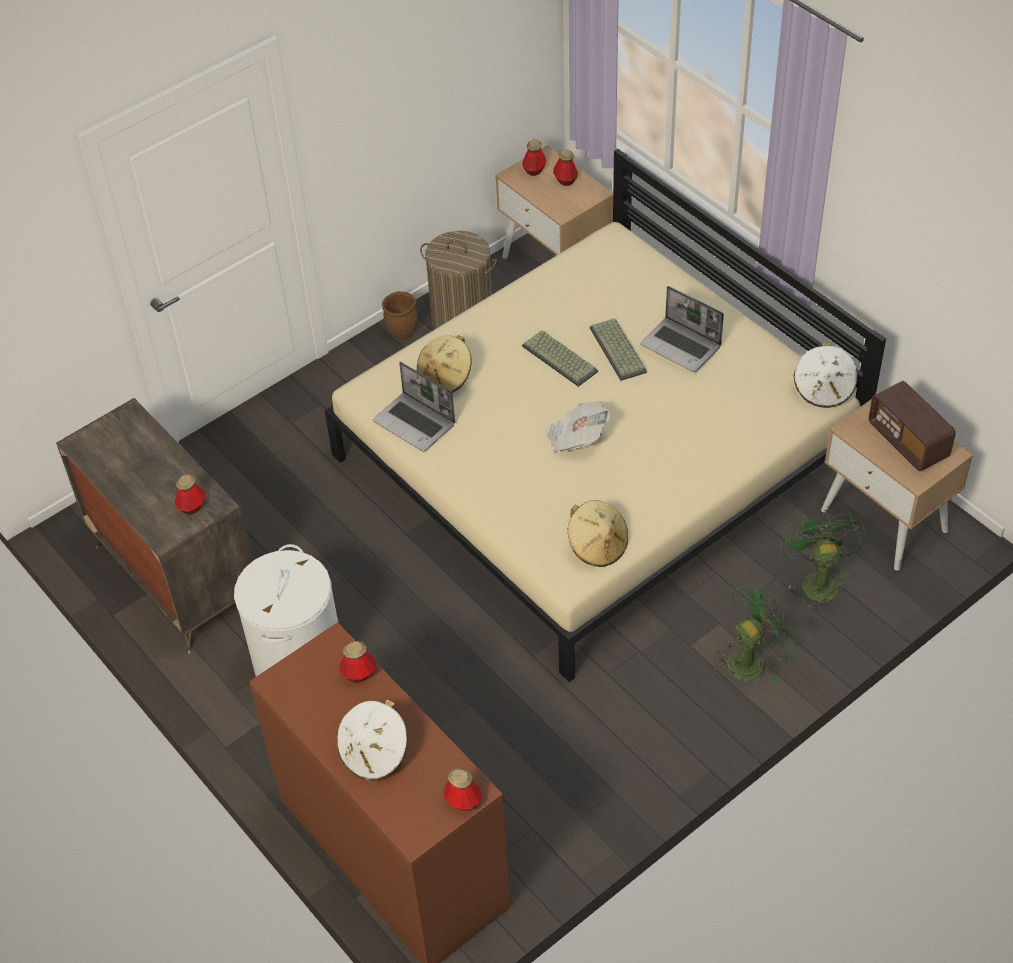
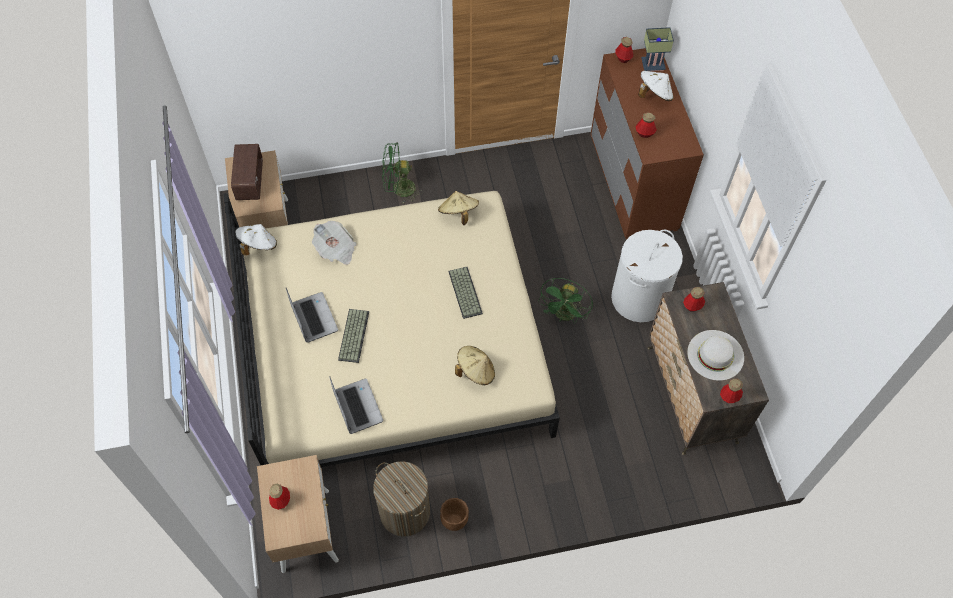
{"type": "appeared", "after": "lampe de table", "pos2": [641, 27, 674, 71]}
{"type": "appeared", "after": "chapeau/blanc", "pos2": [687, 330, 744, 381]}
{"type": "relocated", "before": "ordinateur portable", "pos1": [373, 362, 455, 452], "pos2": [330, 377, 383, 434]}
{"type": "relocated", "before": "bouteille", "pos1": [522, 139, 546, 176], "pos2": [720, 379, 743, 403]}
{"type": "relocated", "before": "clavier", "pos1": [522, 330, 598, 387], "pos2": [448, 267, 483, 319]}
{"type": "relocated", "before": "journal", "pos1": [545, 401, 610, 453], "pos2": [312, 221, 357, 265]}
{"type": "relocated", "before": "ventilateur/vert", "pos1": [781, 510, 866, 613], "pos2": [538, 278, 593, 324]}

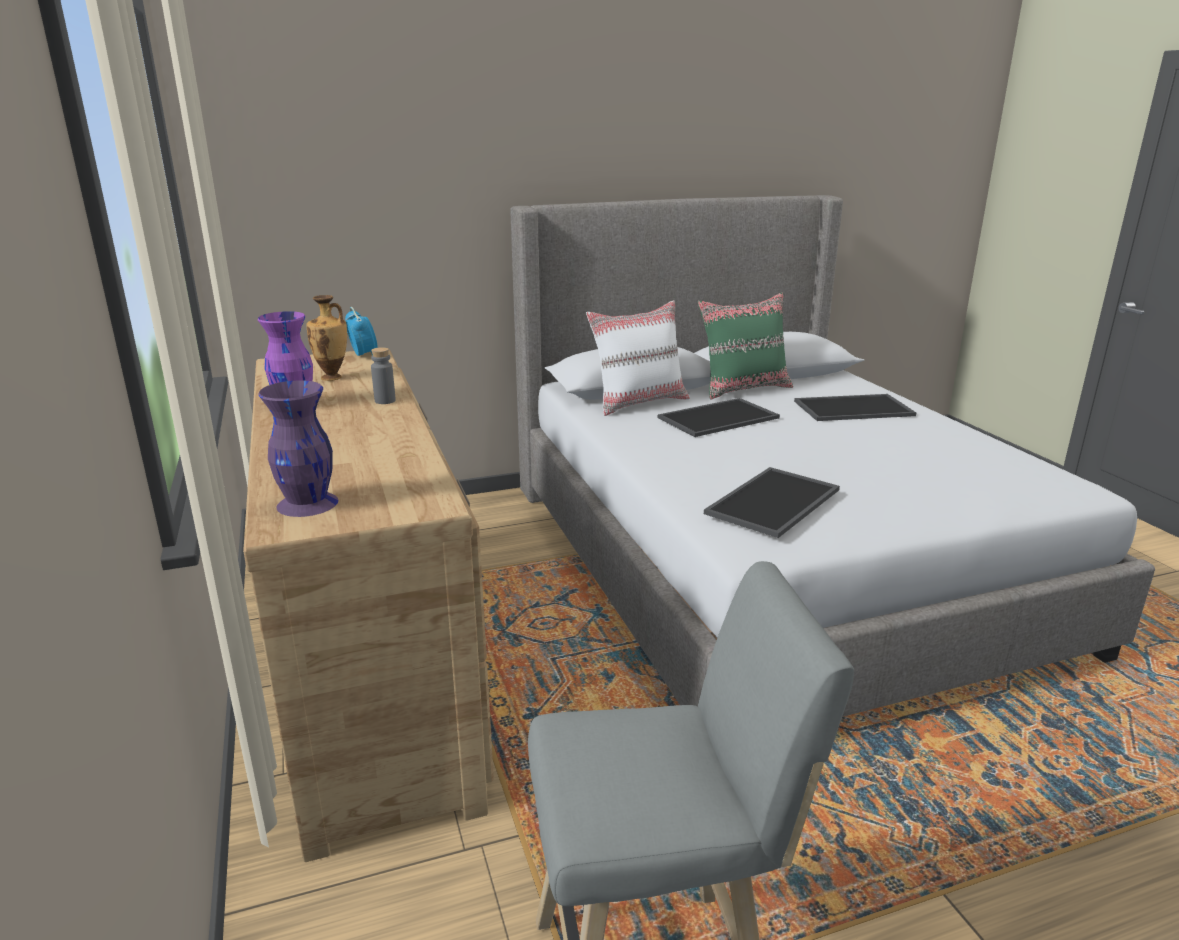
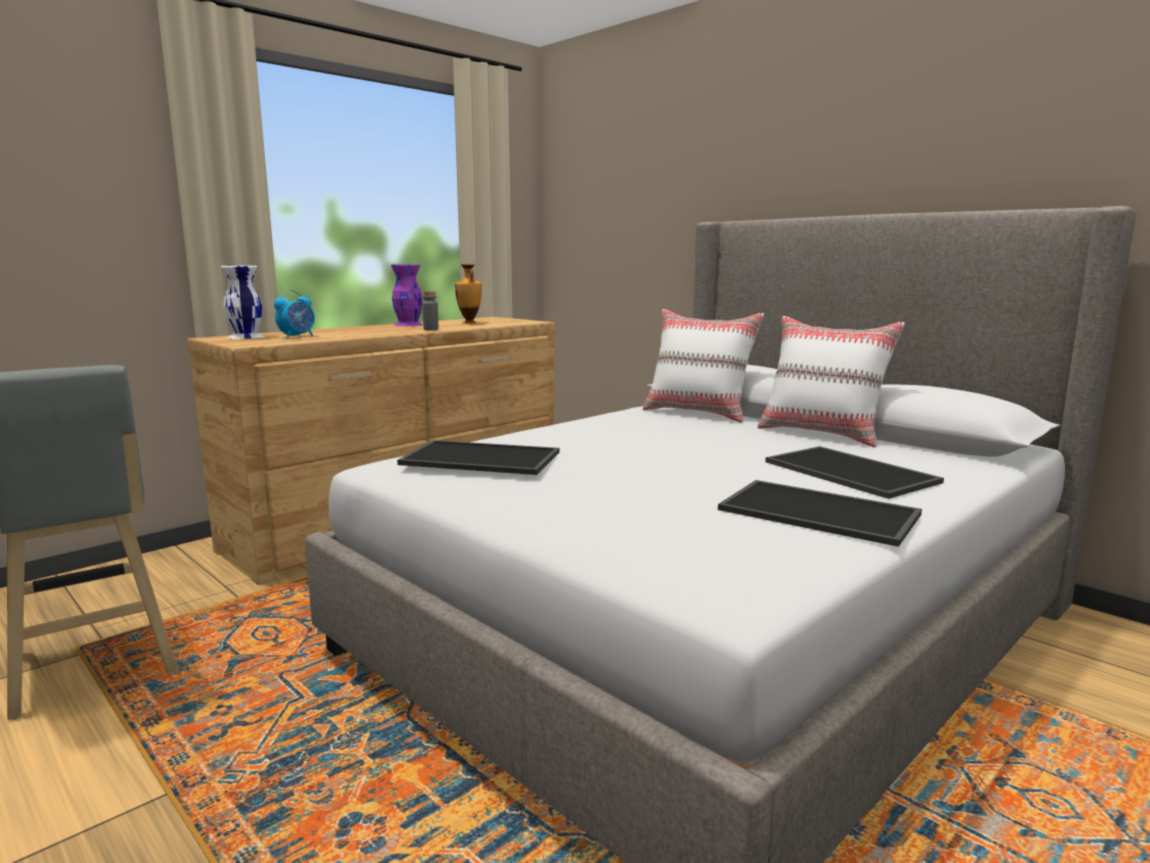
{"type": "relocated", "before": "réveil", "pos1": [345, 307, 377, 356], "pos2": [274, 290, 315, 339]}
{"type": "relocated", "before": "plateau", "pos1": [658, 398, 780, 437], "pos2": [718, 480, 922, 547]}
{"type": "colour", "before": "vase/violet", "after": "vase/blanc", "pos1": [258, 380, 338, 517], "pos2": [220, 266, 265, 339]}
{"type": "colour", "before": "coussin/vert", "after": "coussin/blanc", "pos1": [698, 292, 793, 400], "pos2": [757, 316, 905, 447]}

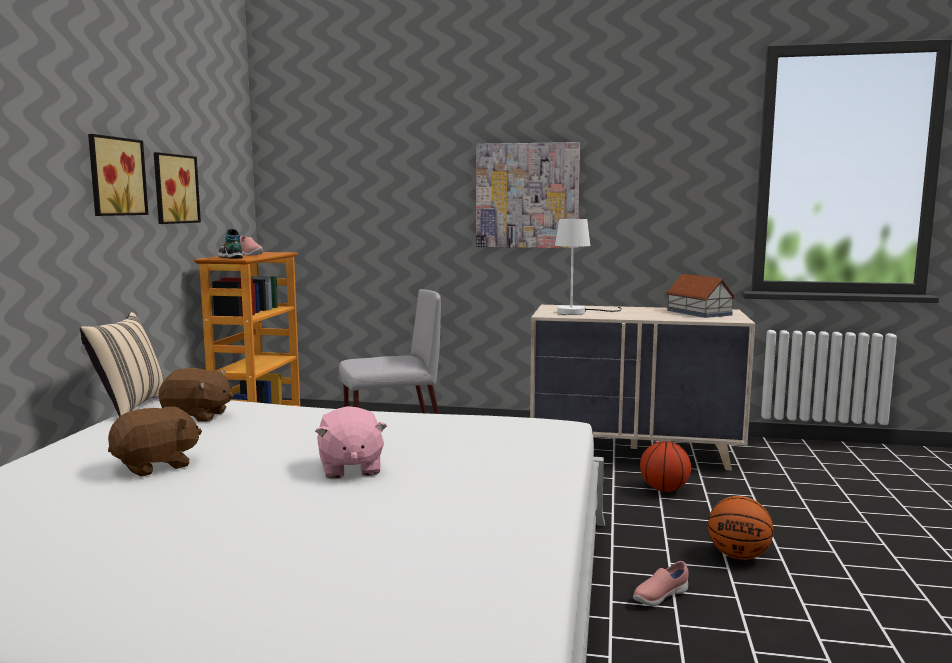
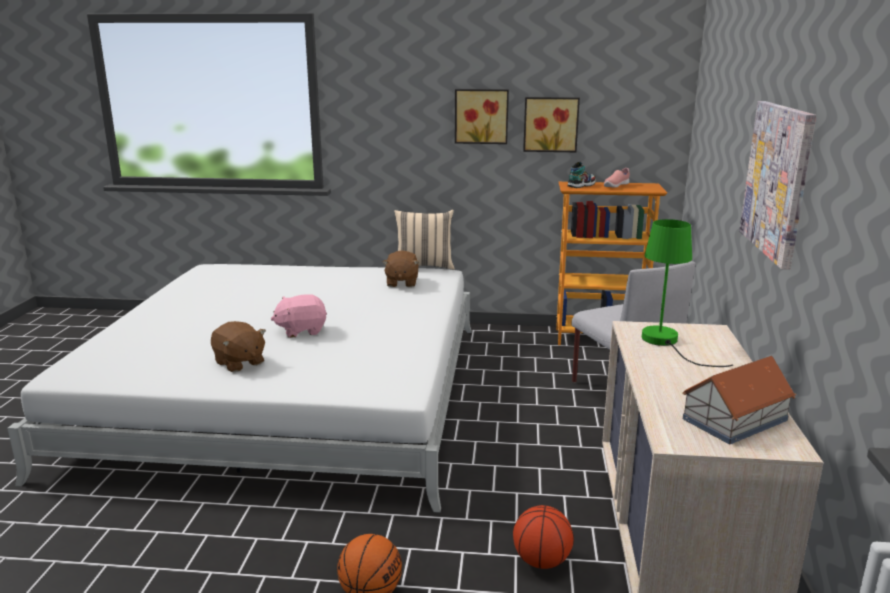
{"type": "missing", "before": "chaussure/rose", "pos1": [633, 561, 689, 606]}
{"type": "relocated", "before": "peluche/marron", "pos1": [108, 406, 202, 477], "pos2": [211, 321, 266, 372]}
{"type": "colour", "before": "lampe de table/blanc", "after": "lampe de table/vert", "pos1": [555, 219, 622, 315], "pos2": [642, 219, 733, 367]}

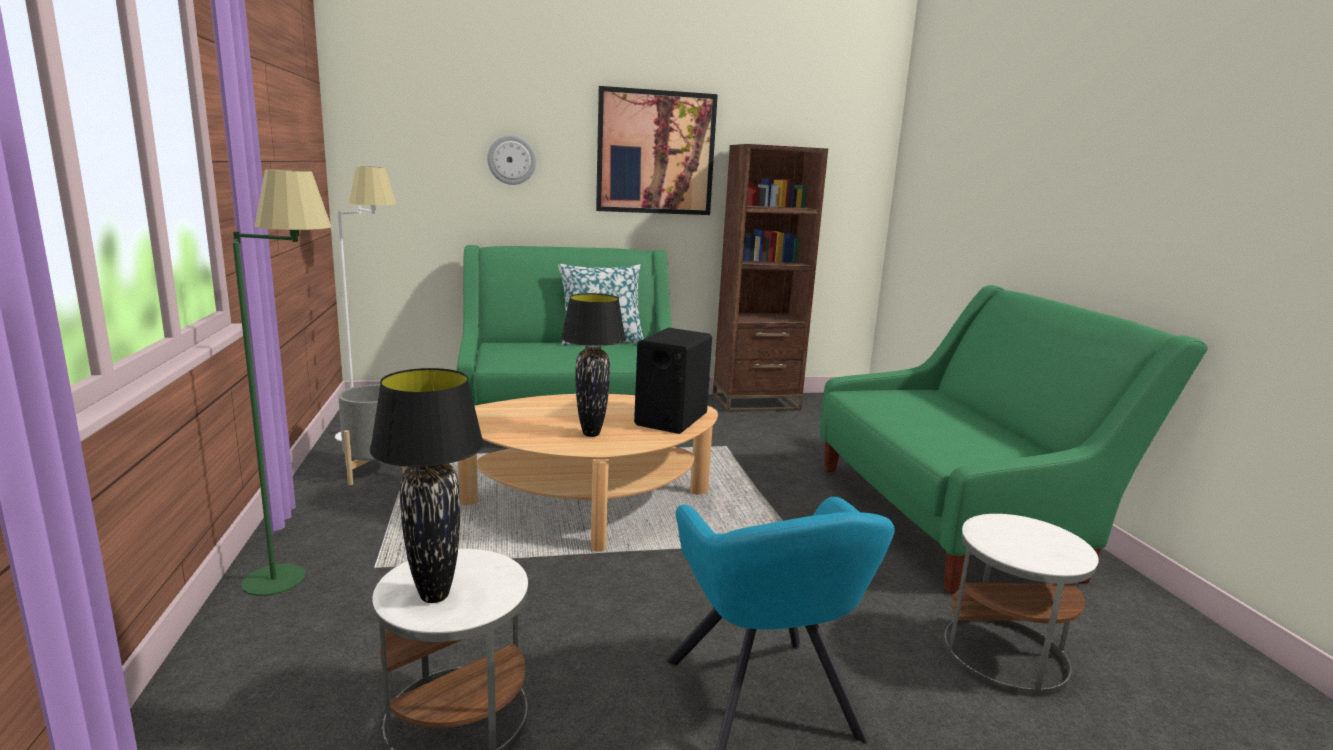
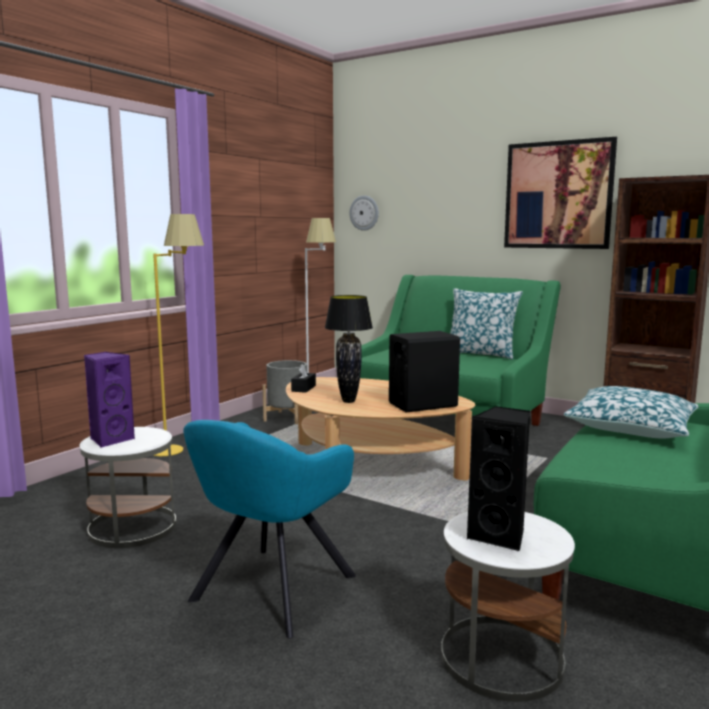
{"type": "appeared", "after": "boîte à mouchoirs/noir", "pos2": [291, 364, 316, 393]}
{"type": "appeared", "after": "enceinte/noir", "pos2": [467, 406, 530, 551]}
{"type": "appeared", "after": "coussin", "pos2": [564, 386, 698, 439]}
{"type": "relocated", "before": "horloge murale", "pos1": [487, 135, 536, 185], "pos2": [349, 195, 379, 231]}
{"type": "exchanged", "before": "lampe de table/noir", "after": "enceinte/violet", "pos1": [369, 368, 484, 603], "pos2": [84, 352, 135, 448]}
{"type": "colour", "before": "lampadaire/vert", "after": "lampadaire/jaune", "pos1": [233, 169, 331, 596], "pos2": [153, 214, 204, 456]}

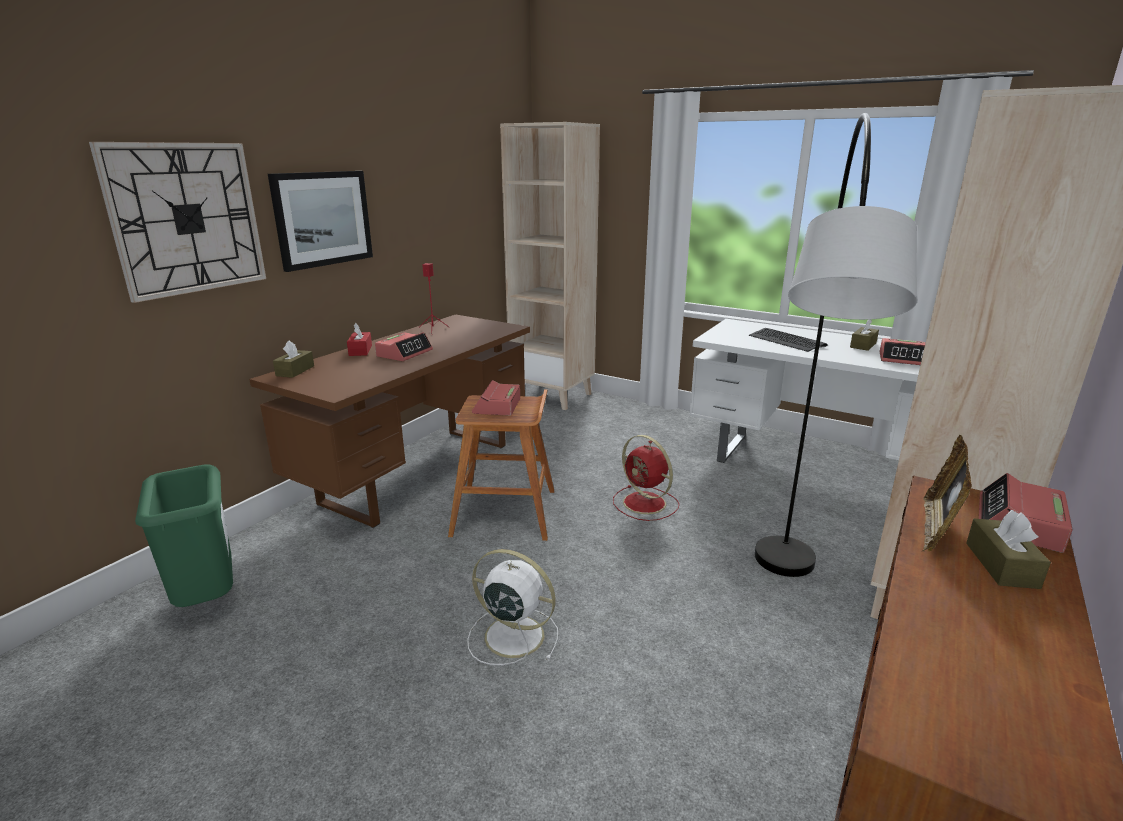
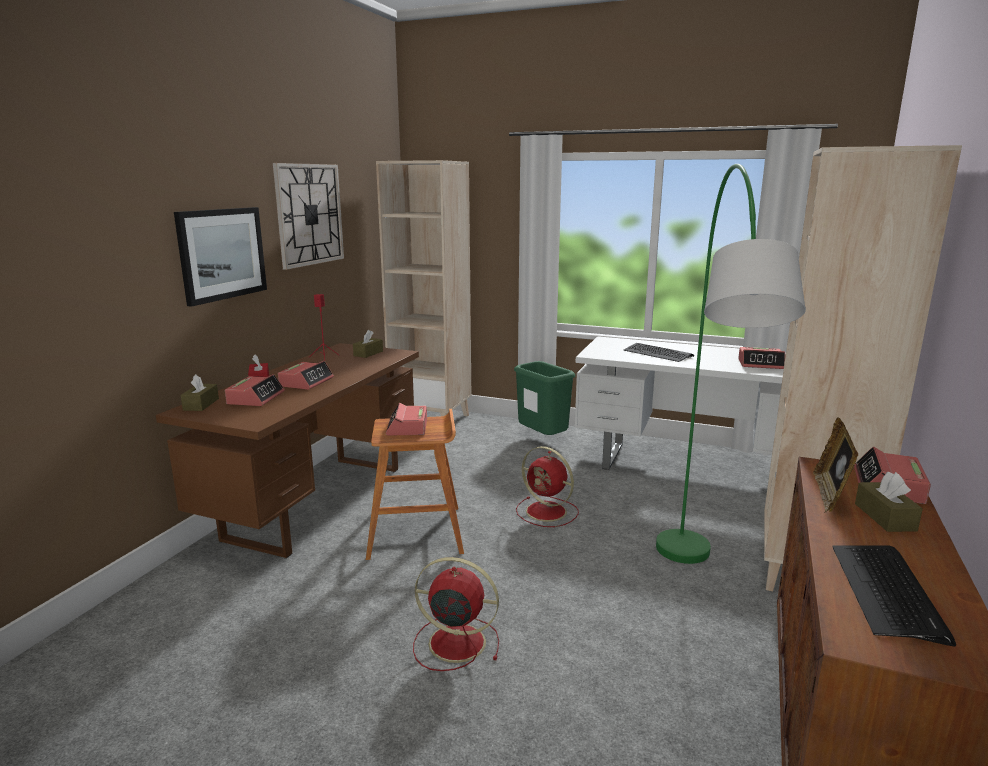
{"type": "appeared", "after": "réveil", "pos2": [225, 374, 285, 406]}
{"type": "appeared", "after": "clavier", "pos2": [832, 545, 956, 646]}
{"type": "relocated", "before": "horloge murale", "pos1": [89, 142, 266, 303], "pos2": [273, 163, 344, 270]}
{"type": "relocated", "before": "poubelle/vert", "pos1": [135, 464, 233, 607], "pos2": [514, 361, 575, 435]}
{"type": "relocated", "before": "boîte à mouchoirs/marron", "pos1": [850, 319, 879, 351], "pos2": [353, 330, 383, 358]}
{"type": "colour", "before": "ventilateur/blanc", "after": "ventilateur/rouge", "pos1": [467, 549, 558, 665], "pos2": [413, 557, 499, 671]}
{"type": "colour", "before": "lampadaire/gris", "after": "lampadaire/vert", "pos1": [755, 113, 917, 577], "pos2": [656, 164, 806, 564]}

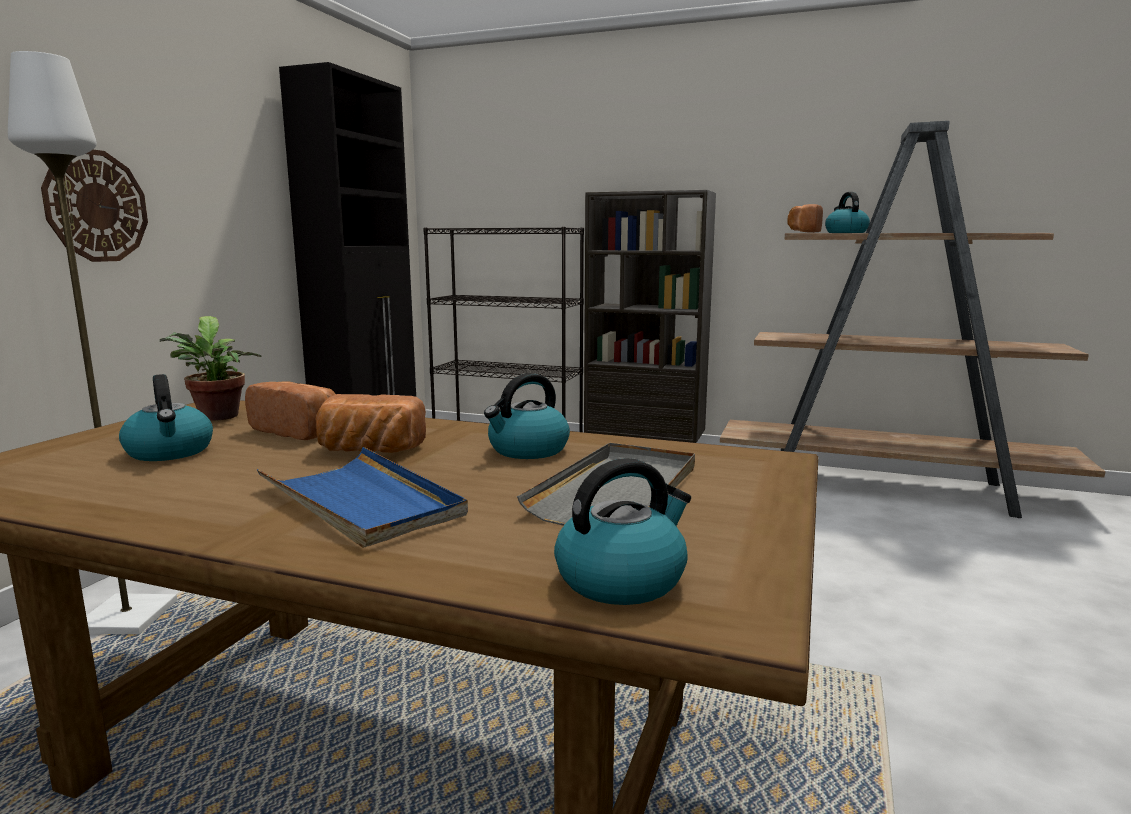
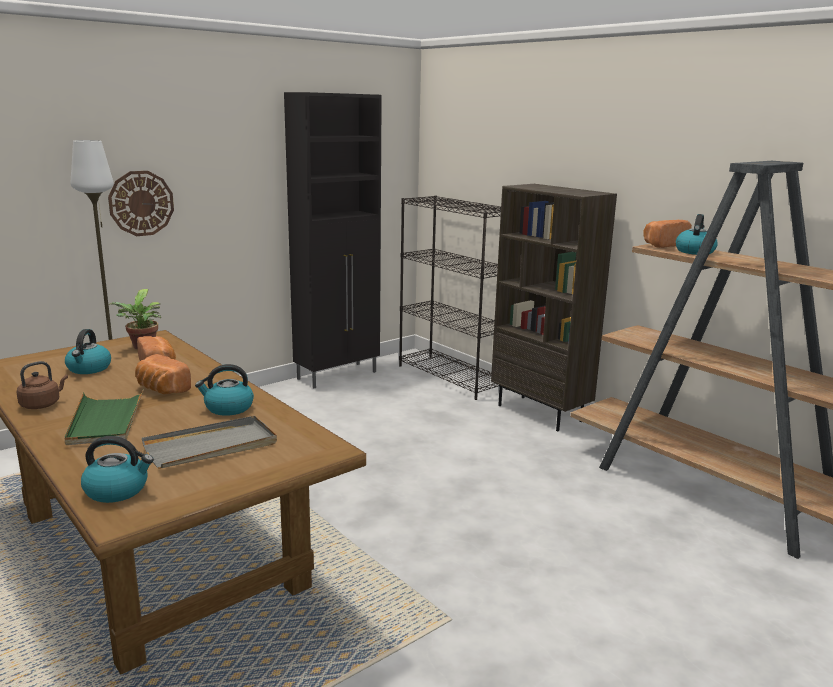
{"type": "appeared", "after": "bouilloire/marron", "pos2": [16, 361, 68, 409]}
{"type": "colour", "before": "plateau/bleu", "after": "plateau/vert", "pos1": [257, 447, 468, 548], "pos2": [64, 389, 144, 445]}

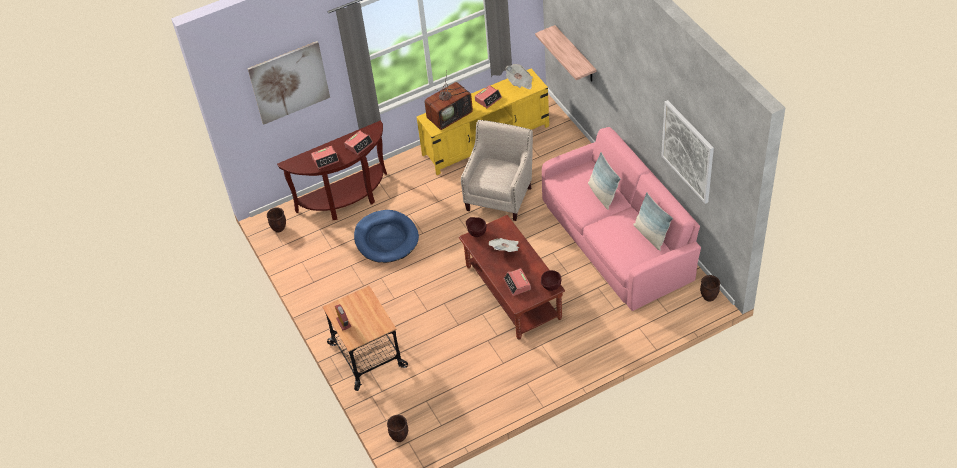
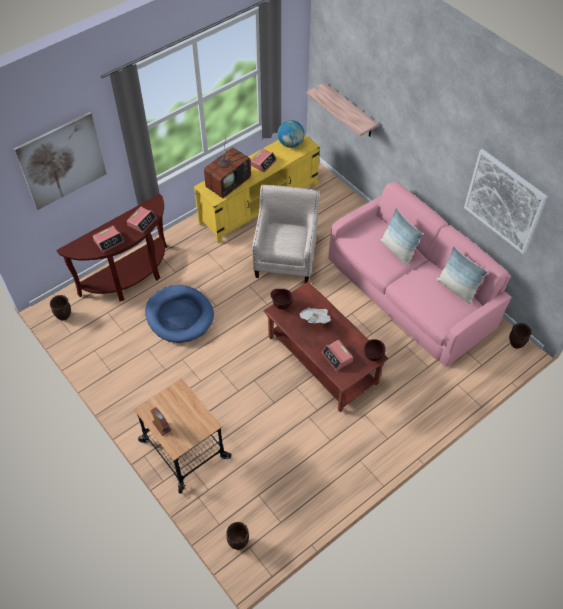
{"type": "exchanged", "before": "journal", "after": "globe", "pos1": [505, 64, 533, 89], "pos2": [278, 120, 304, 148]}

